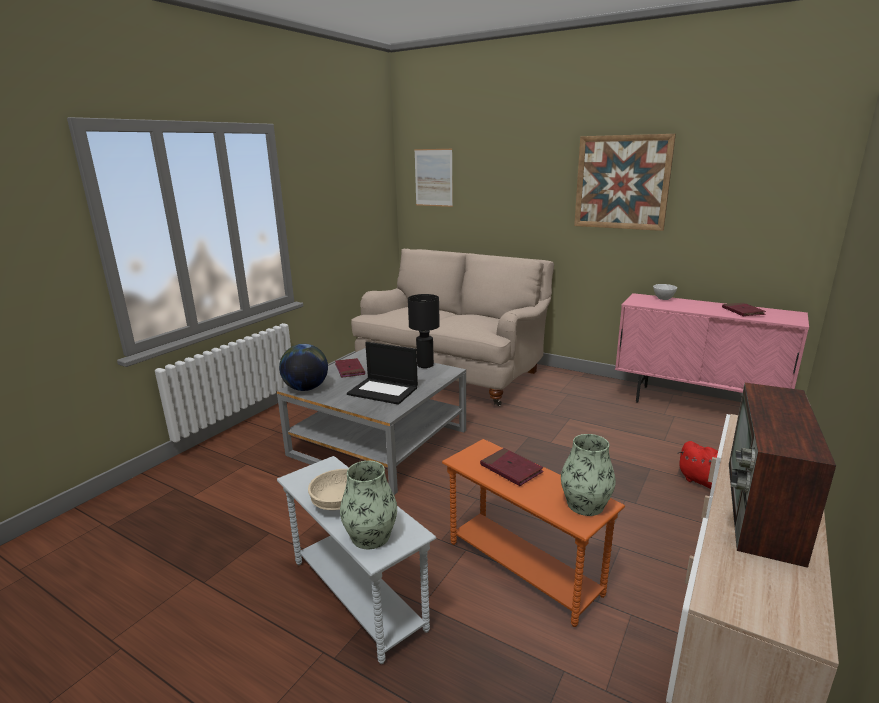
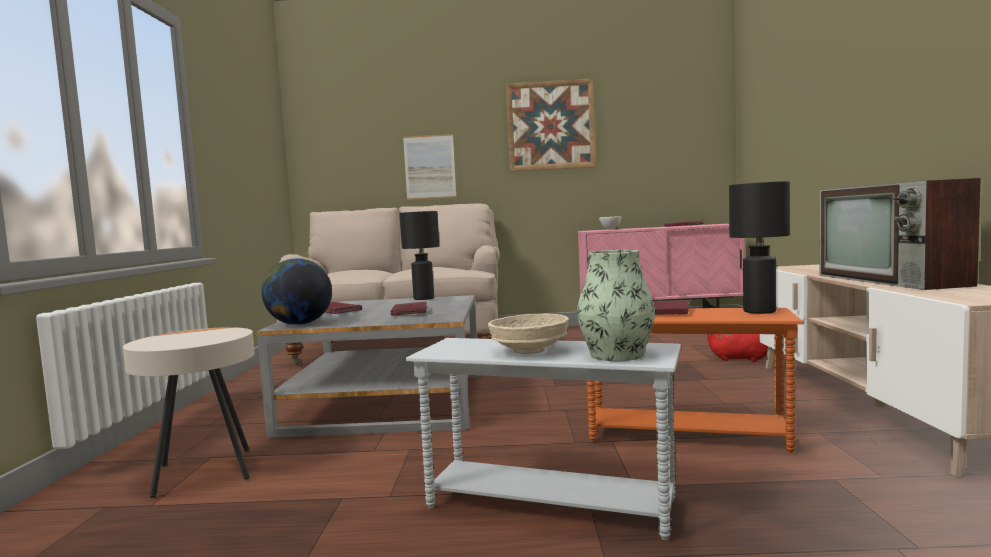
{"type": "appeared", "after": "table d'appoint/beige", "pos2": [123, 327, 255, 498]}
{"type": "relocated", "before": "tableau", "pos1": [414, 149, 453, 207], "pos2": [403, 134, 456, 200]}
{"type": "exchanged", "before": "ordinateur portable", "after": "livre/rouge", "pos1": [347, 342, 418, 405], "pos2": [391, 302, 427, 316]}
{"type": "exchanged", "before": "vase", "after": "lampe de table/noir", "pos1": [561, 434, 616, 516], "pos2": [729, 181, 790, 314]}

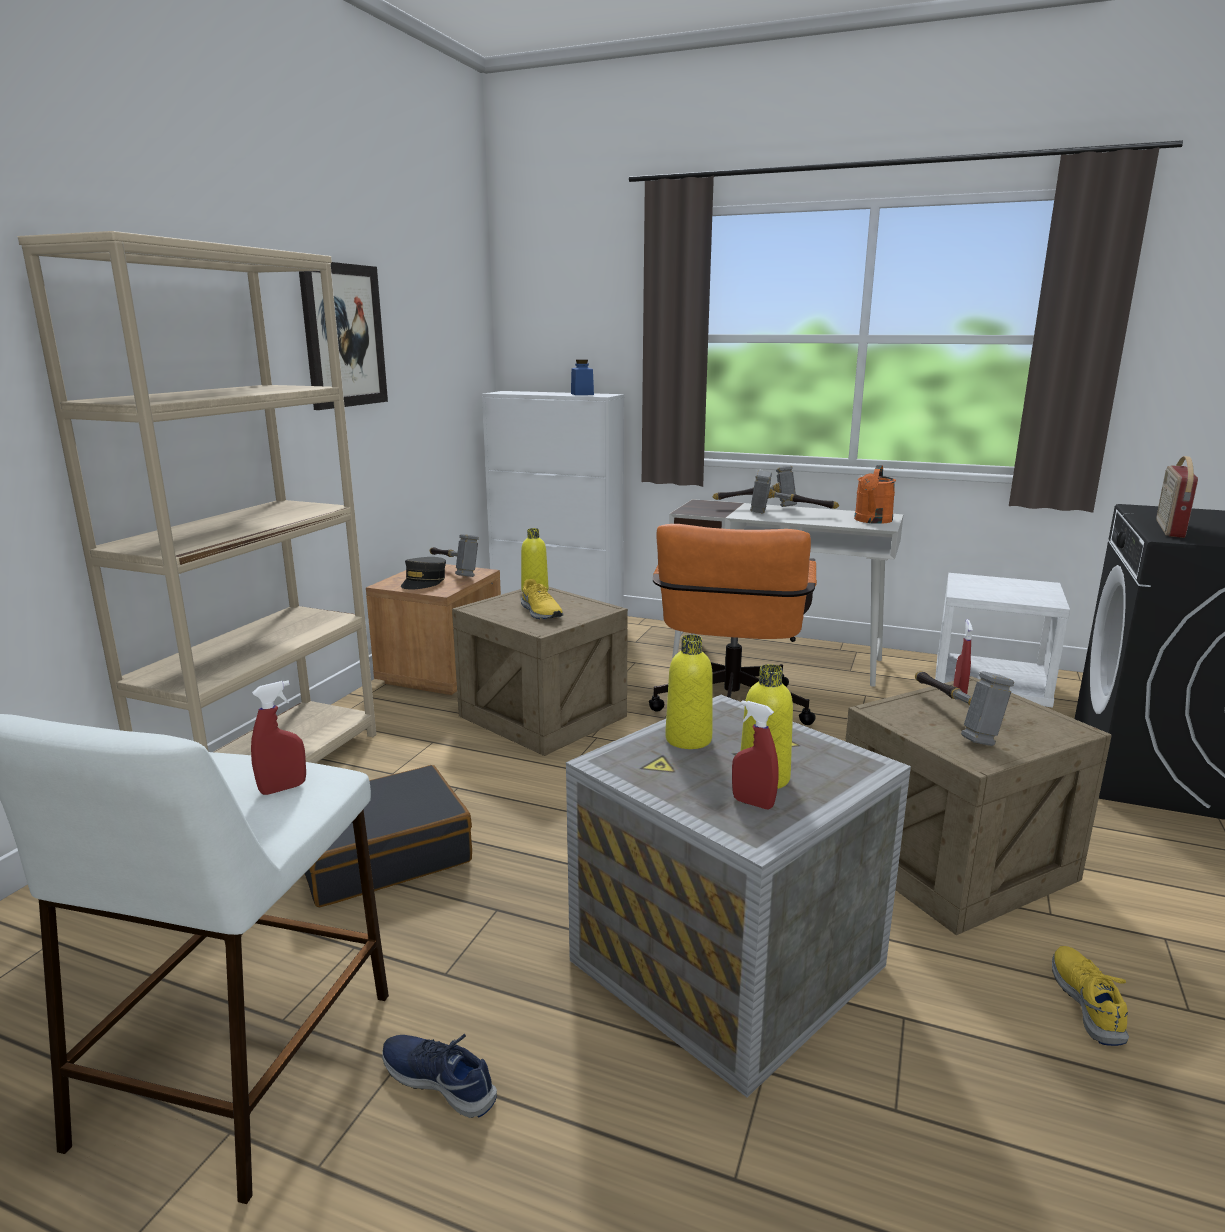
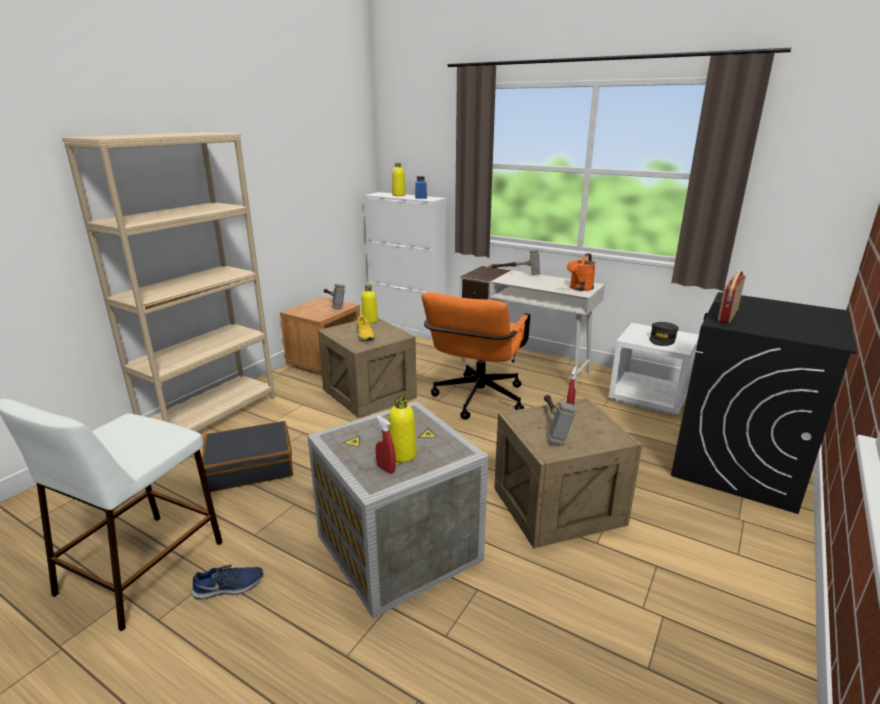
{"type": "missing", "before": "vaporisateur/rouge", "pos1": [251, 680, 306, 795]}
{"type": "missing", "before": "tableau", "pos1": [299, 262, 388, 410]}
{"type": "missing", "before": "marteau", "pos1": [750, 470, 839, 513]}
{"type": "missing", "before": "chaussure/jaune", "pos1": [1052, 946, 1129, 1046]}
{"type": "relocated", "before": "casquette/gris", "pos1": [401, 557, 446, 590], "pos2": [649, 322, 679, 346]}
{"type": "relocated", "before": "bouteille/jaune", "pos1": [665, 635, 713, 749], "pos2": [392, 163, 406, 196]}
{"type": "spun", "before": "chaussure/bleu", "pos1": [382, 1034, 497, 1118], "pos2": [191, 565, 263, 600], "turn": 120}

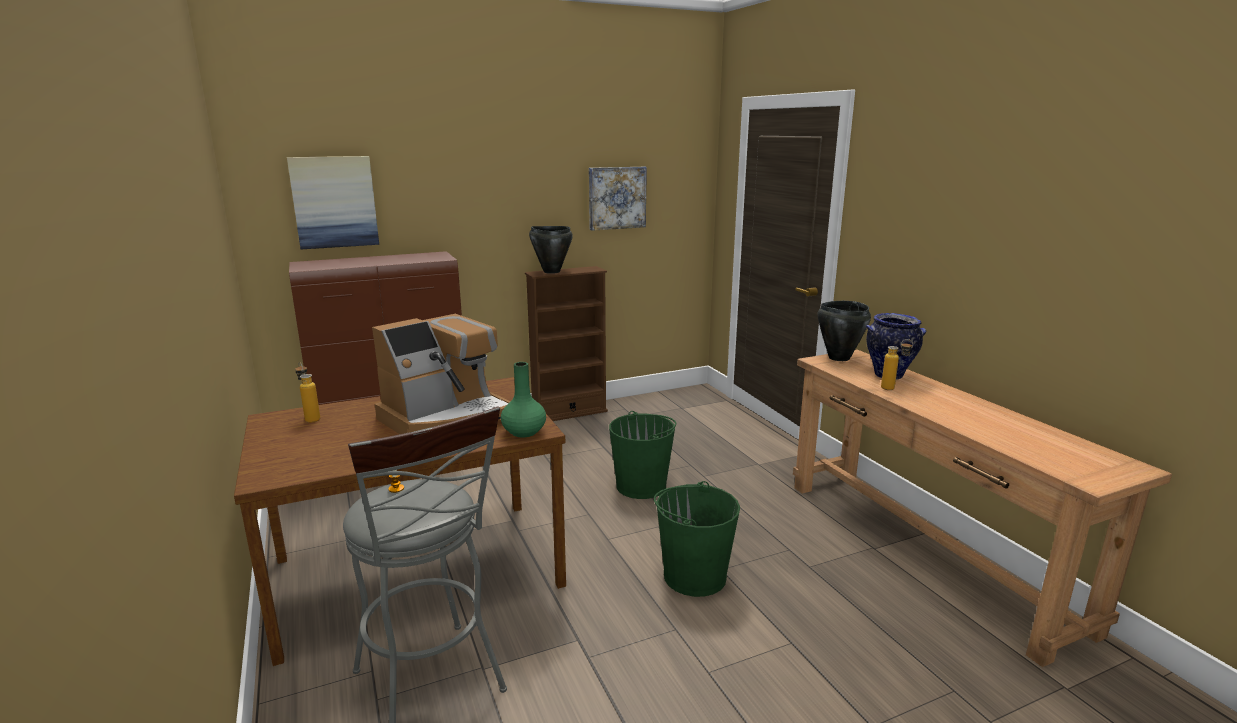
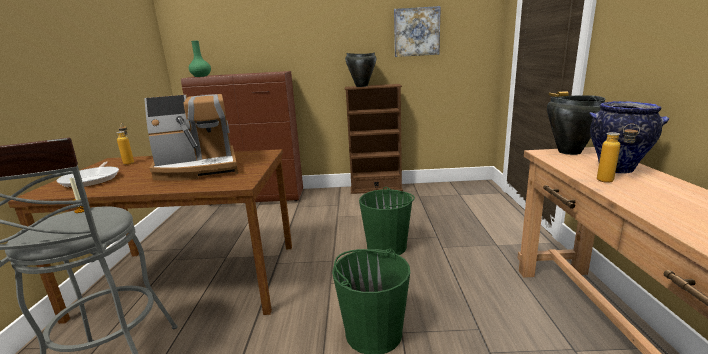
{"type": "missing", "before": "tableau", "pos1": [287, 156, 379, 249]}
{"type": "appeared", "after": "poêle", "pos2": [57, 161, 119, 188]}
{"type": "relocated", "before": "vase/vert", "pos1": [501, 362, 546, 438], "pos2": [189, 41, 211, 77]}

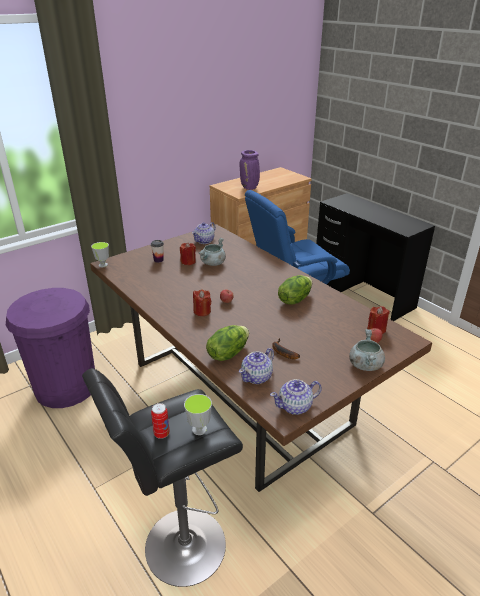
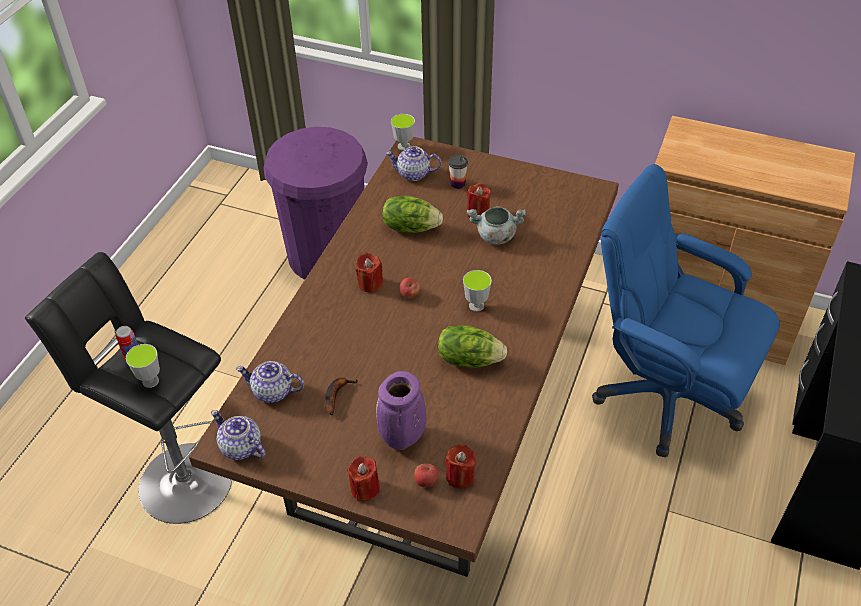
{"type": "appeared", "after": "tasse", "pos2": [463, 270, 492, 312]}
{"type": "relocated", "before": "théière", "pos1": [192, 222, 216, 244], "pos2": [386, 146, 441, 181]}
{"type": "relocated", "before": "laitue", "pos1": [206, 325, 249, 361], "pos2": [382, 196, 443, 233]}
{"type": "relocated", "before": "vase/violet", "pos1": [240, 150, 260, 190], "pos2": [376, 371, 426, 450]}
{"type": "exchanged", "before": "marmite/gris", "after": "bougie/rouge", "pos1": [349, 329, 385, 371], "pos2": [348, 456, 380, 501]}

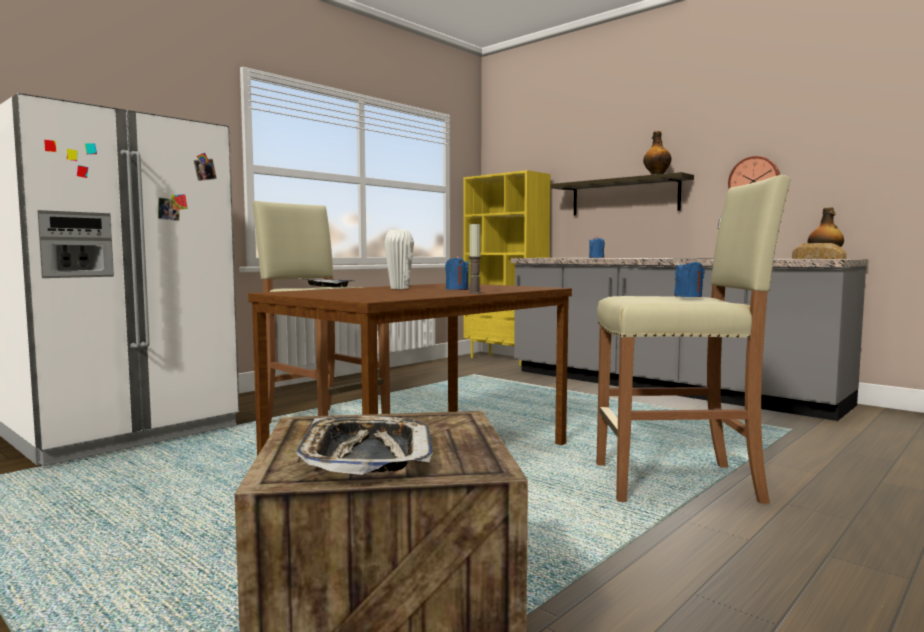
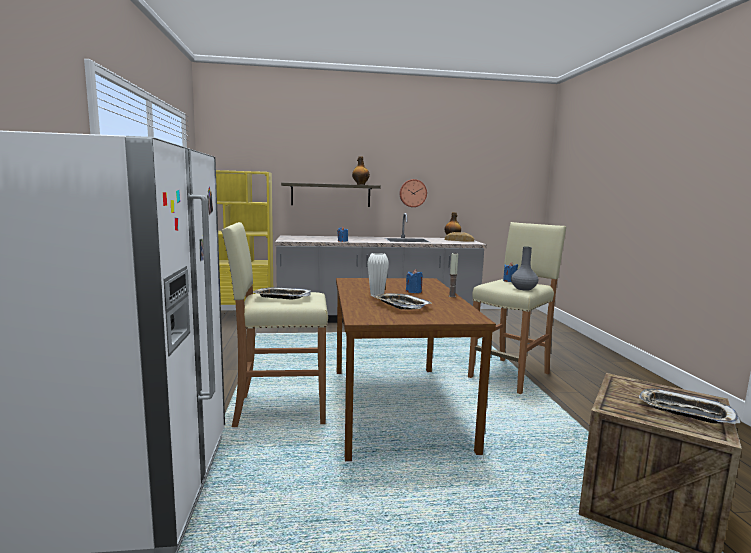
{"type": "appeared", "after": "plateau", "pos2": [372, 293, 432, 310]}
{"type": "appeared", "after": "vase/gris", "pos2": [511, 246, 538, 291]}

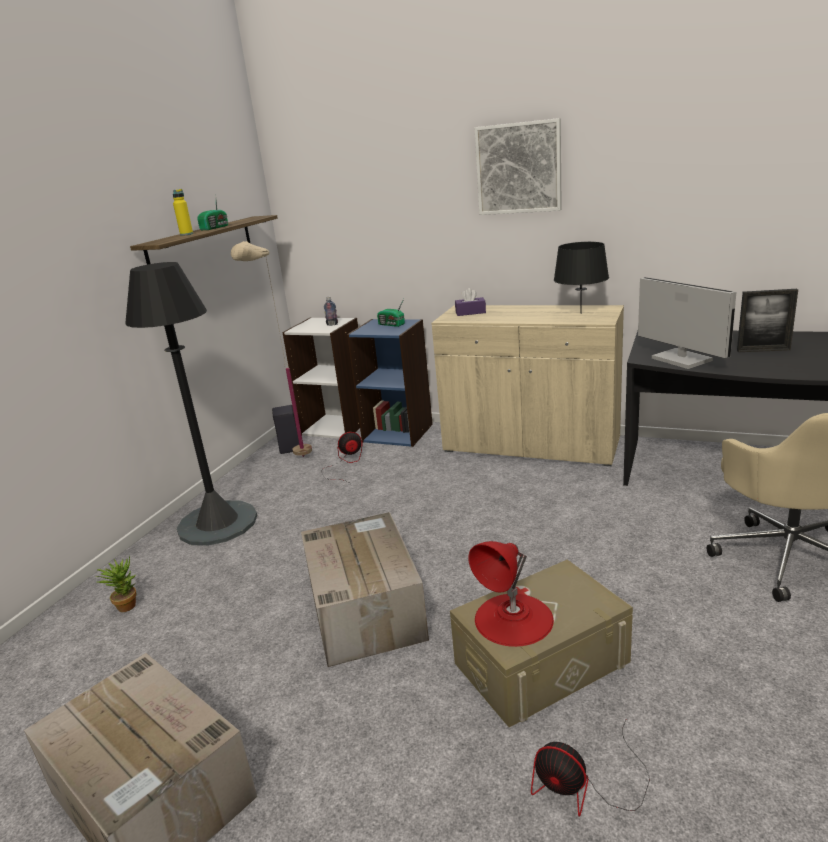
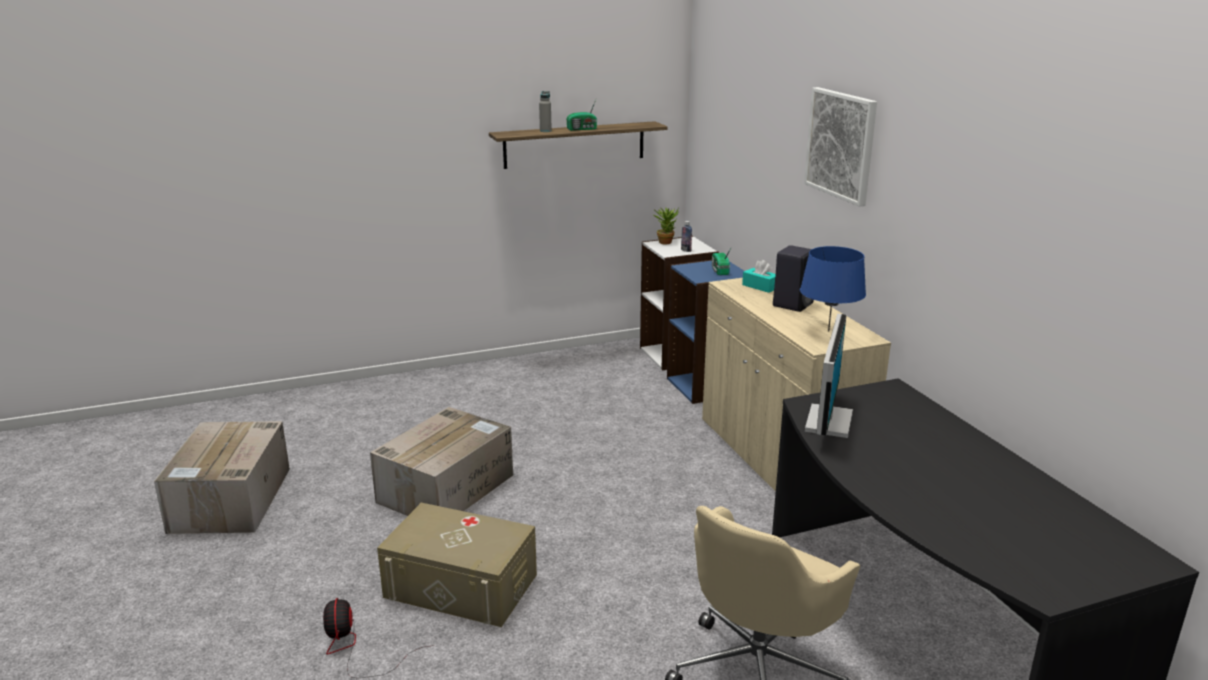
{"type": "missing", "before": "lampadaire/noir", "pos1": [125, 262, 257, 546]}
{"type": "missing", "before": "lampadaire/beige", "pos1": [231, 241, 312, 457]}
{"type": "missing", "before": "ventilateur", "pos1": [321, 432, 363, 486]}
{"type": "missing", "before": "lampe de table/rouge", "pos1": [468, 541, 554, 647]}
{"type": "missing", "before": "cadre photo", "pos1": [737, 289, 798, 352]}
{"type": "relocated", "before": "plante en pot", "pos1": [95, 556, 136, 612], "pos2": [653, 207, 679, 244]}
{"type": "relocated", "before": "enceinte/noir", "pos1": [272, 405, 299, 454], "pos2": [773, 245, 814, 312]}
{"type": "colour", "before": "bouteille/jaune", "after": "bouteille/gris", "pos1": [173, 189, 193, 236], "pos2": [539, 91, 552, 132]}
{"type": "colour", "before": "boîte à mouchoirs/violet", "after": "boîte à mouchoirs/turquoise", "pos1": [455, 288, 486, 316], "pos2": [742, 260, 776, 293]}
{"type": "colour", "before": "lampe de table/noir", "after": "lampe de table/bleu", "pos1": [554, 242, 609, 314], "pos2": [800, 246, 866, 332]}

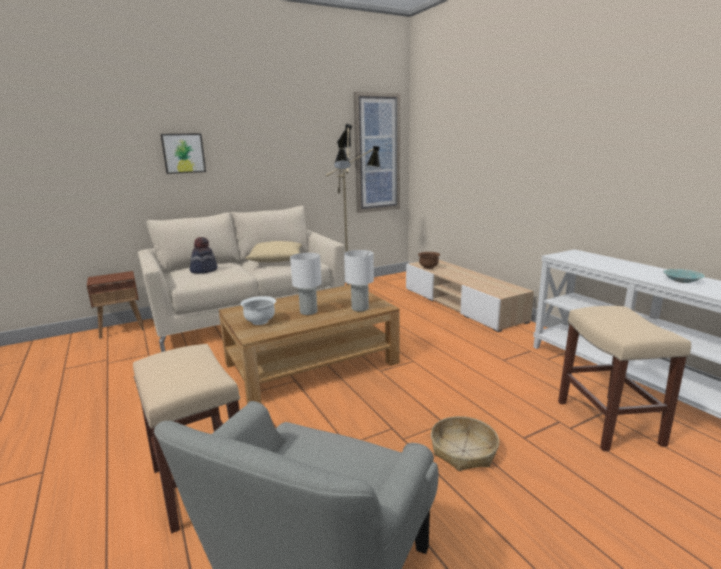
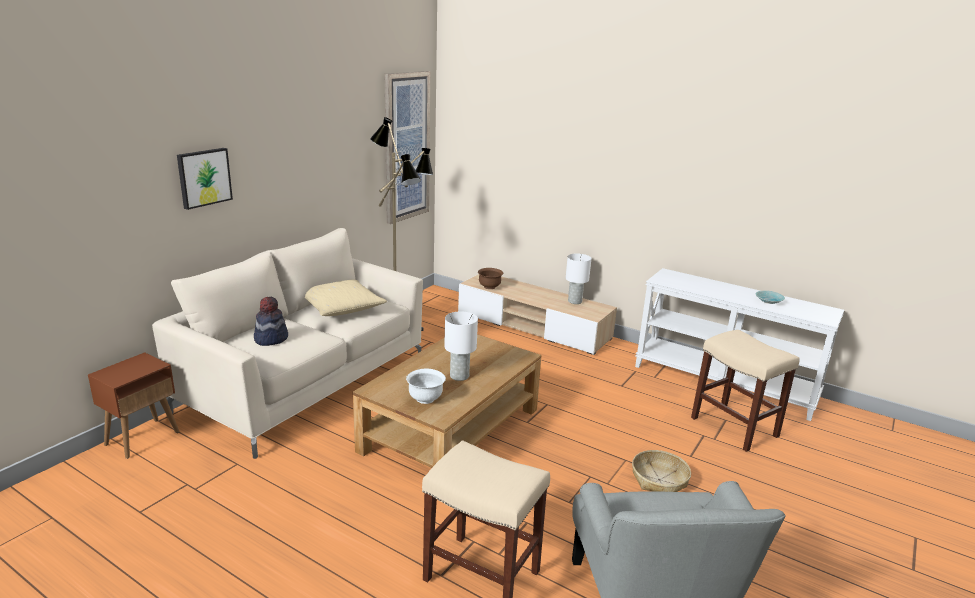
{"type": "relocated", "before": "lampe de table/blanc", "pos1": [344, 250, 374, 312], "pos2": [566, 254, 592, 304]}

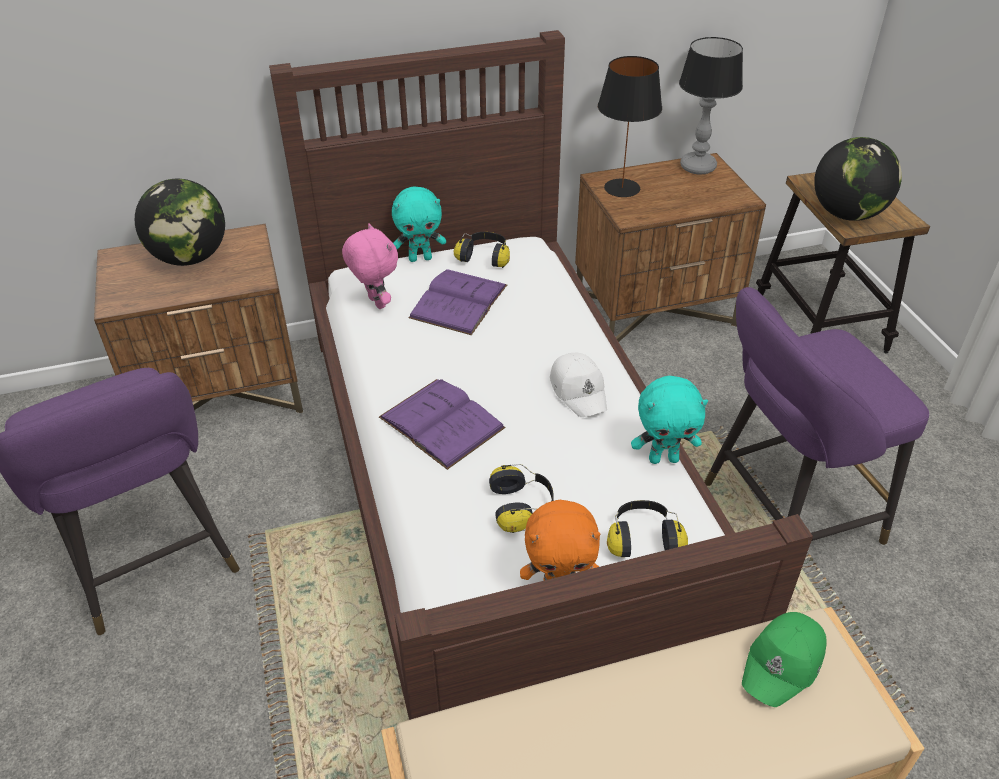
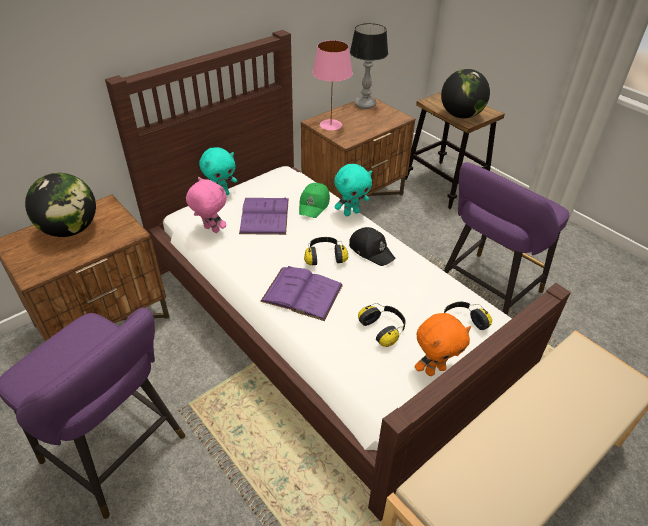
{"type": "relocated", "before": "casque audio", "pos1": [454, 232, 510, 268], "pos2": [304, 237, 348, 265]}
{"type": "relocated", "before": "peluche/turquoise", "pos1": [631, 376, 708, 464], "pos2": [334, 164, 372, 216]}
{"type": "relocated", "before": "casquette/vert", "pos1": [742, 612, 827, 707], "pos2": [299, 183, 330, 218]}
{"type": "colour", "before": "casquette/blanc", "after": "casquette/noir", "pos1": [550, 353, 607, 417], "pos2": [349, 227, 395, 266]}
{"type": "colour", "before": "lampe de table/noir", "after": "lampe de table/rose", "pos1": [598, 56, 662, 197], "pos2": [312, 40, 353, 131]}

